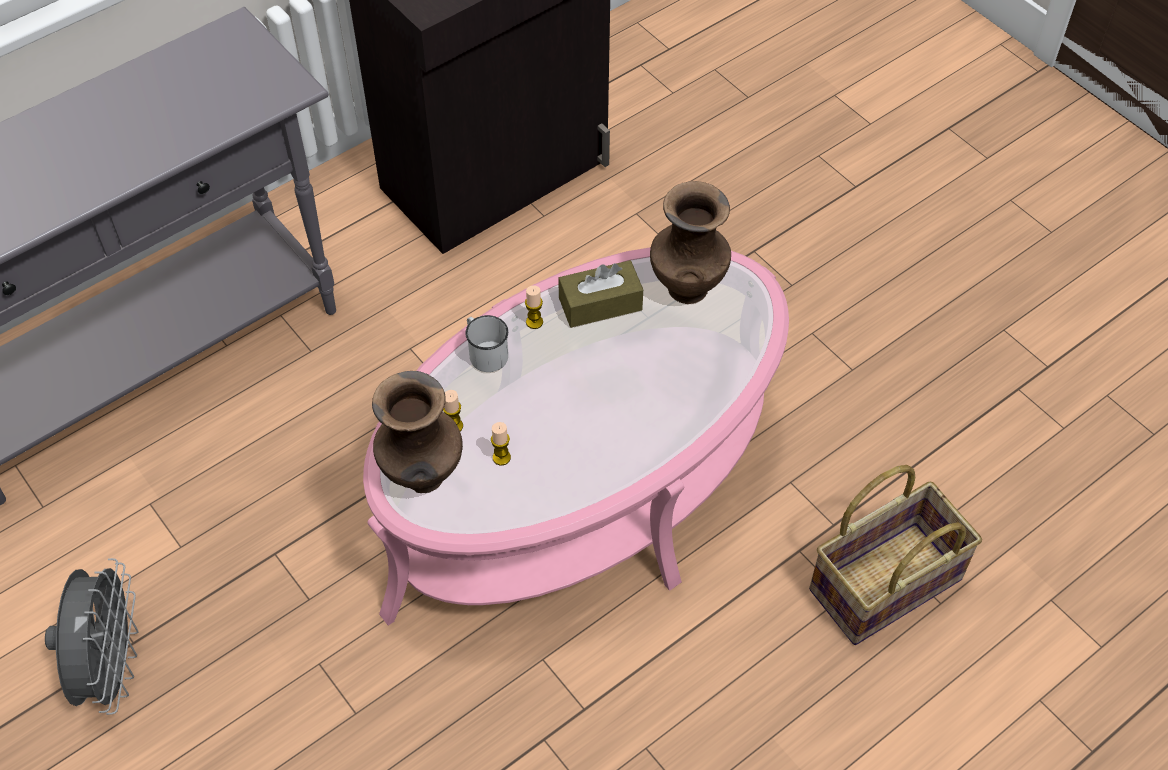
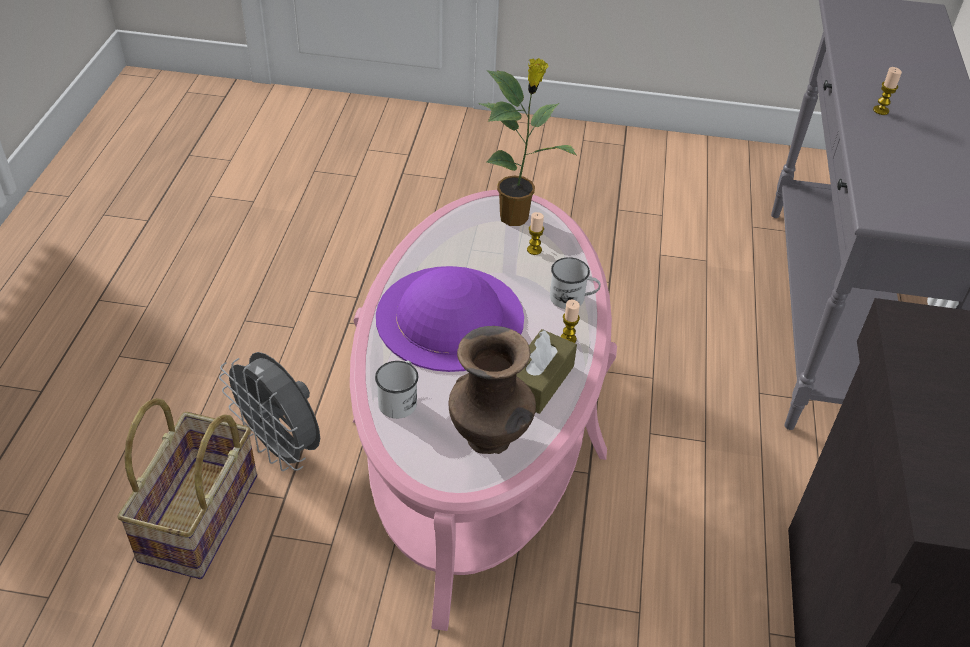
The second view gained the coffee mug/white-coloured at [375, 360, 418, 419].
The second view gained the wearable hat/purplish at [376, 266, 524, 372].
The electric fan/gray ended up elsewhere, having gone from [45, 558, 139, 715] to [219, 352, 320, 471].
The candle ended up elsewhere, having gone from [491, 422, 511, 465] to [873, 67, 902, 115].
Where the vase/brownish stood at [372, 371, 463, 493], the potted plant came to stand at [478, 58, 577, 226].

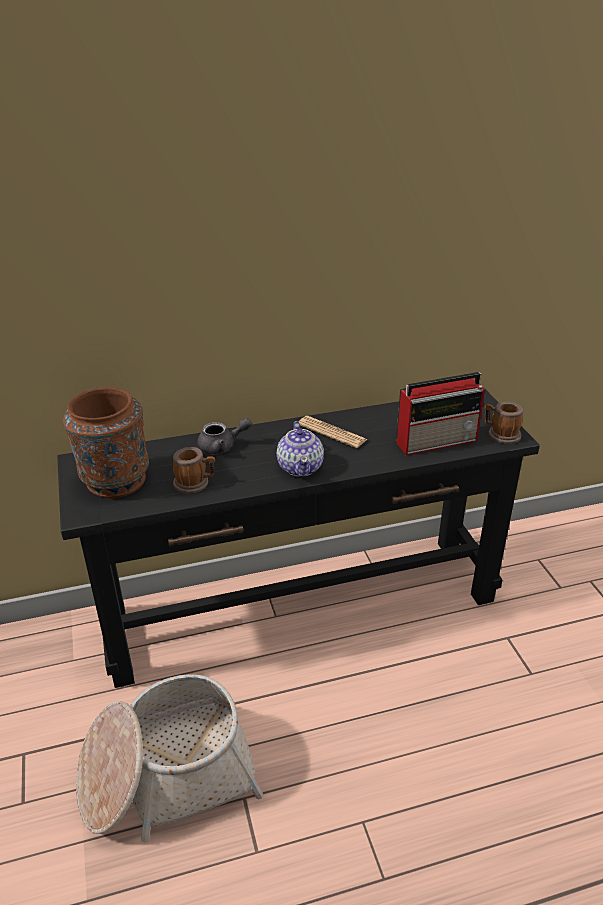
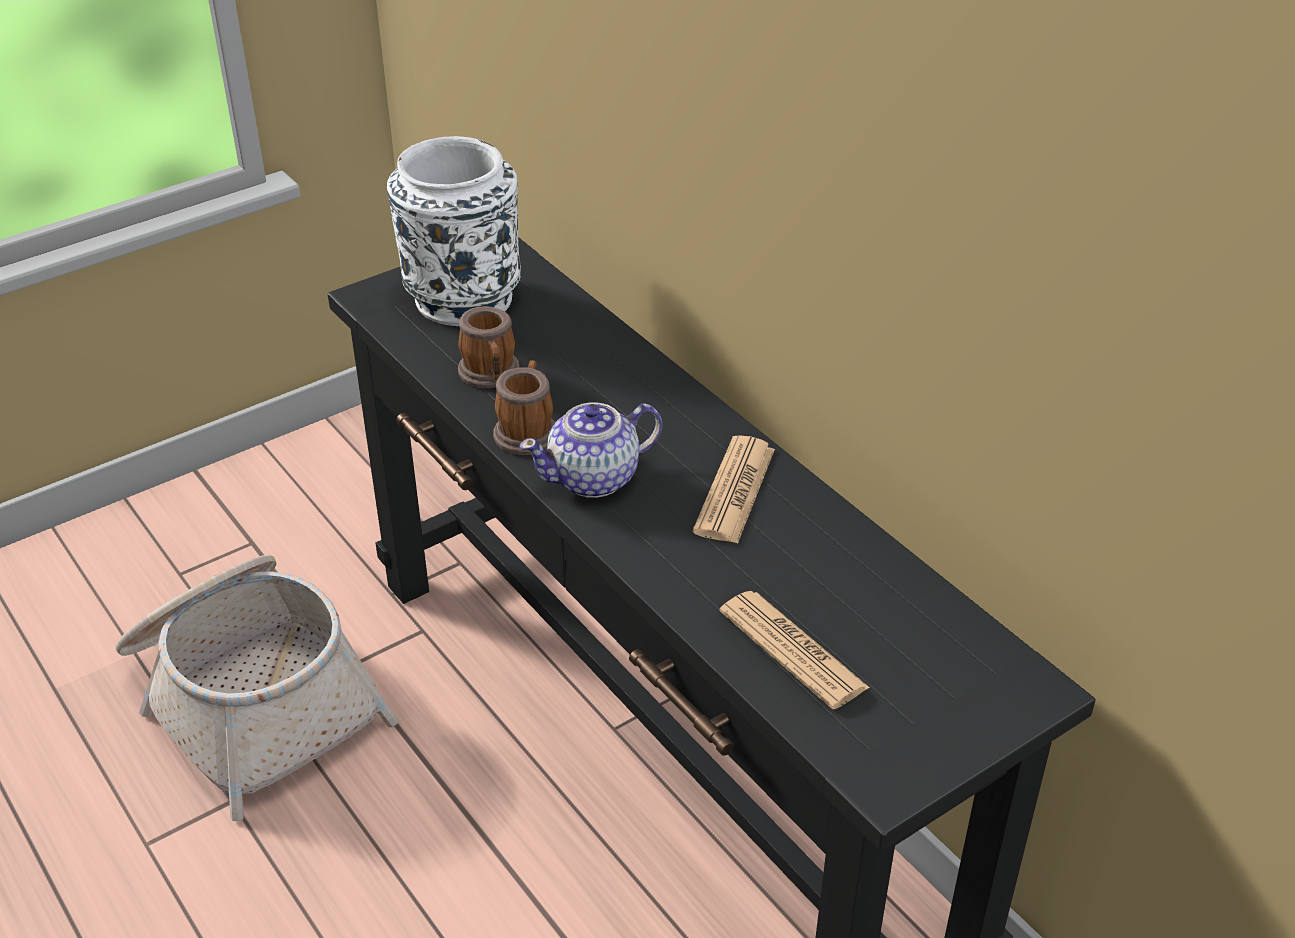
The second view lost the teapot/gray at [197, 418, 252, 454].
The coffee mug ended up elsewhere, having gone from [484, 402, 523, 444] to [493, 361, 555, 455].
Where the radio receiver stood at [396, 372, 485, 456], the daily paper came to stand at [719, 591, 870, 709].
What was the vase/brownish at [63, 387, 149, 498] turned into the vase/white-coloured at [387, 136, 521, 326].

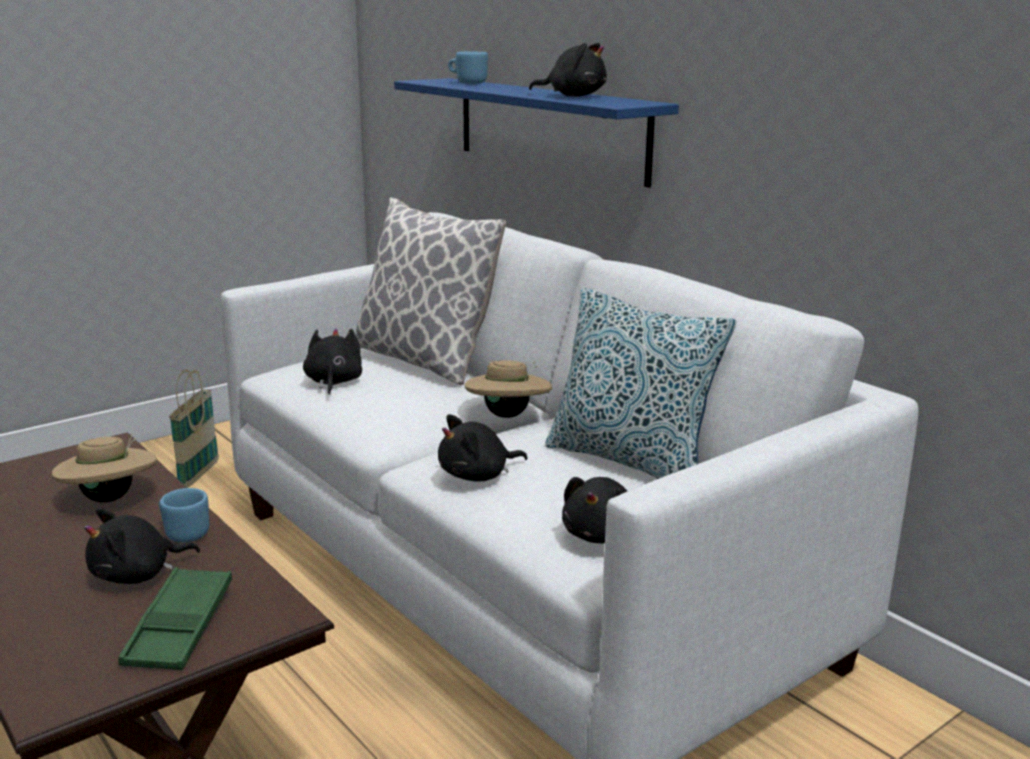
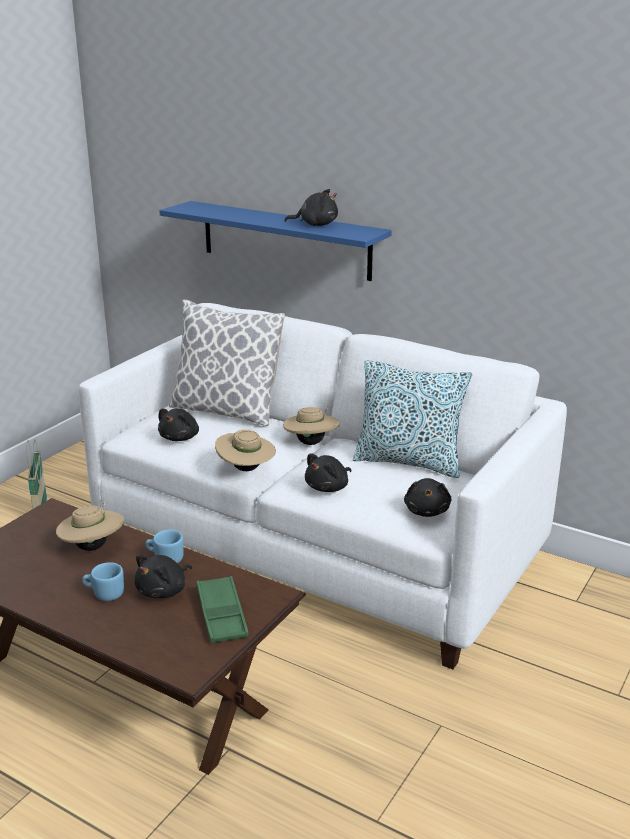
The second view gained the wearable hat/beige-coloured at [215, 430, 276, 471].
The coffee mug/blue-coloured ended up elsewhere, having gone from [448, 52, 488, 84] to [82, 562, 124, 601].
The plush toy/blackish at [303, 328, 362, 395] ended up facing another way, 135 degrees counterclockwise from before.

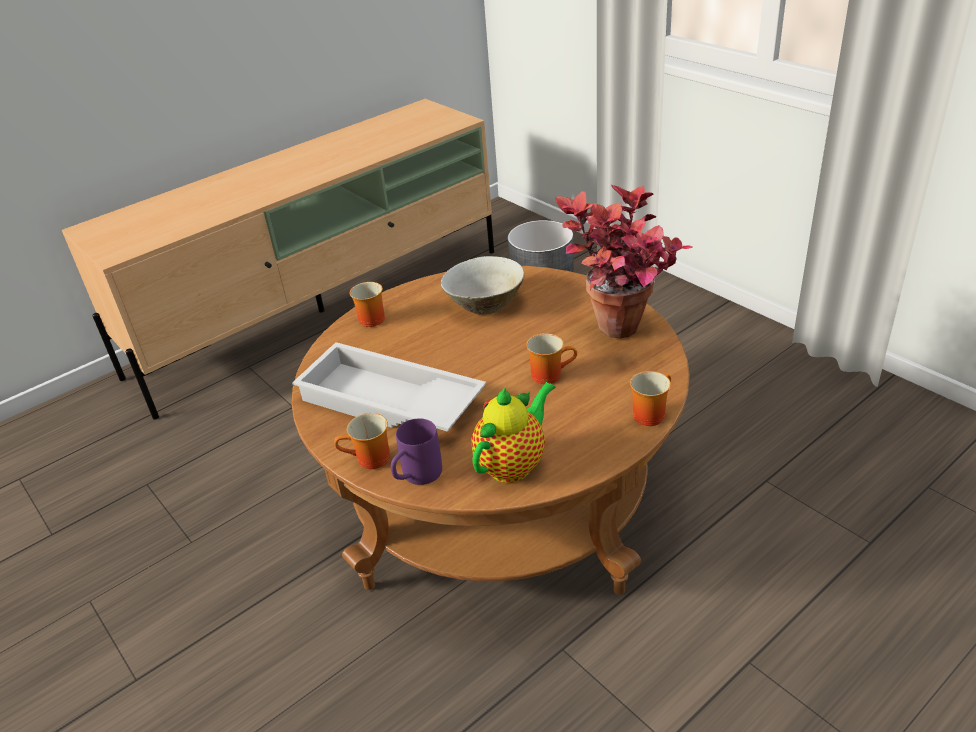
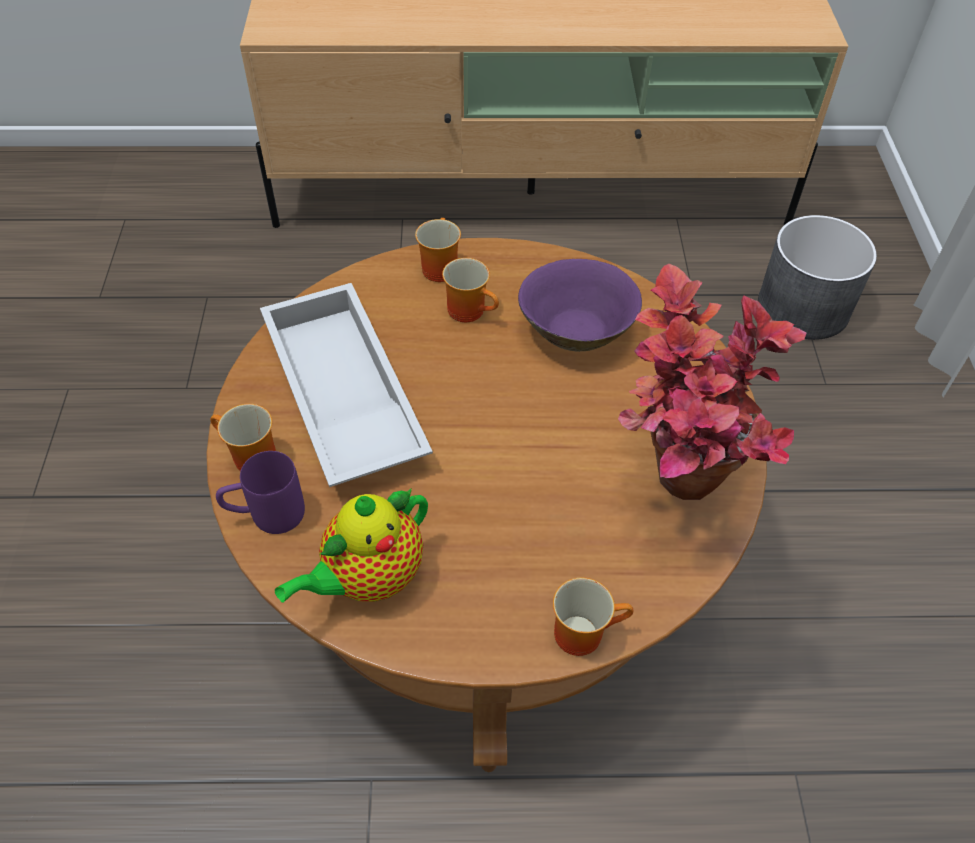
The coffee mug ended up elsewhere, having gone from [526, 333, 577, 384] to [442, 258, 499, 322].
What was the bowl/beige-coloured at [441, 256, 524, 315] turned into the bowl/purplish at [518, 259, 642, 352].
The teapot at [471, 382, 556, 483] ended up facing another way, 150 degrees clockwise from before.

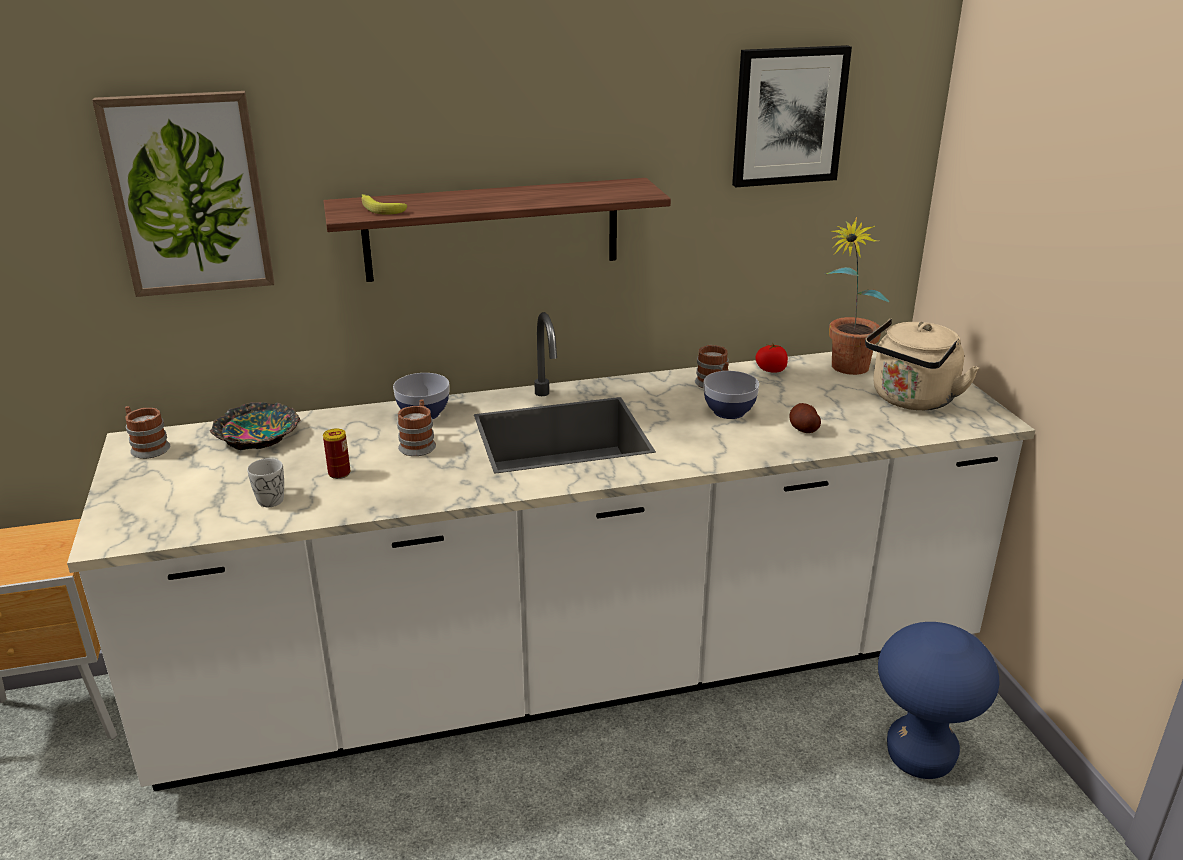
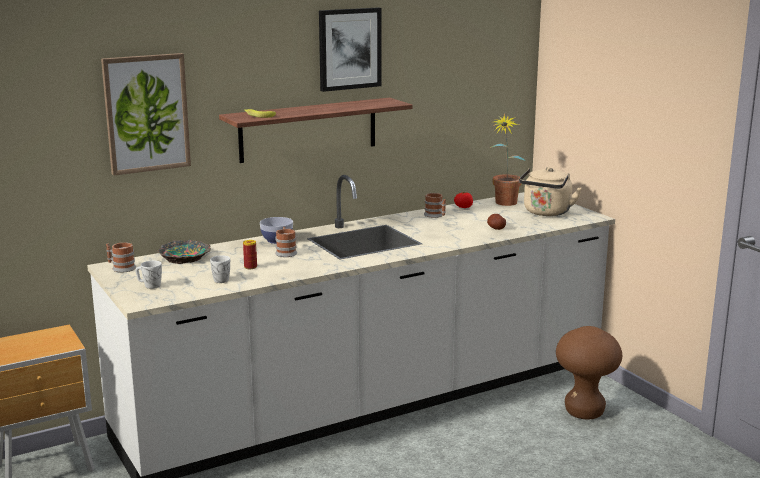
The second view lost the bowl at [703, 371, 759, 419].
The second view gained the coffee mug/white-coloured at [135, 261, 162, 289].
The wall picture ended up elsewhere, having gone from [732, 45, 852, 187] to [319, 7, 382, 92].
What was the stool seat/blue-coloured at [878, 622, 999, 779] turned into the stool seat/brownish at [556, 326, 622, 419].

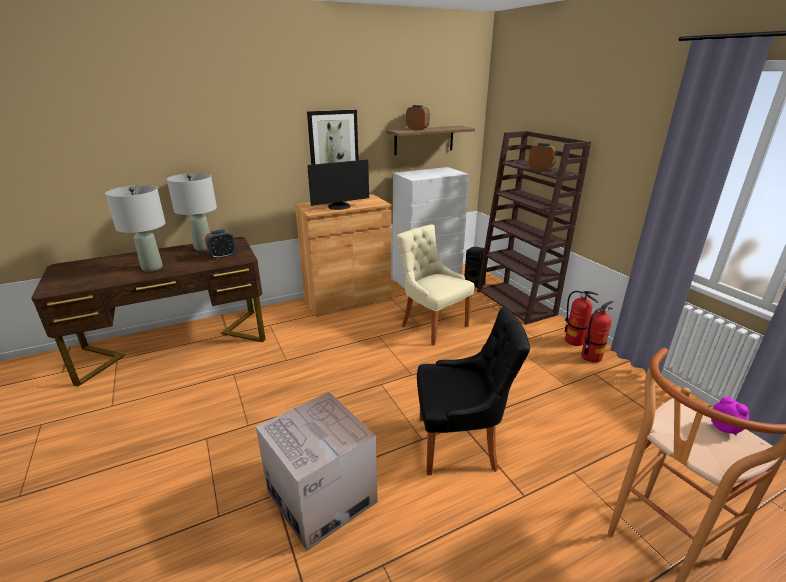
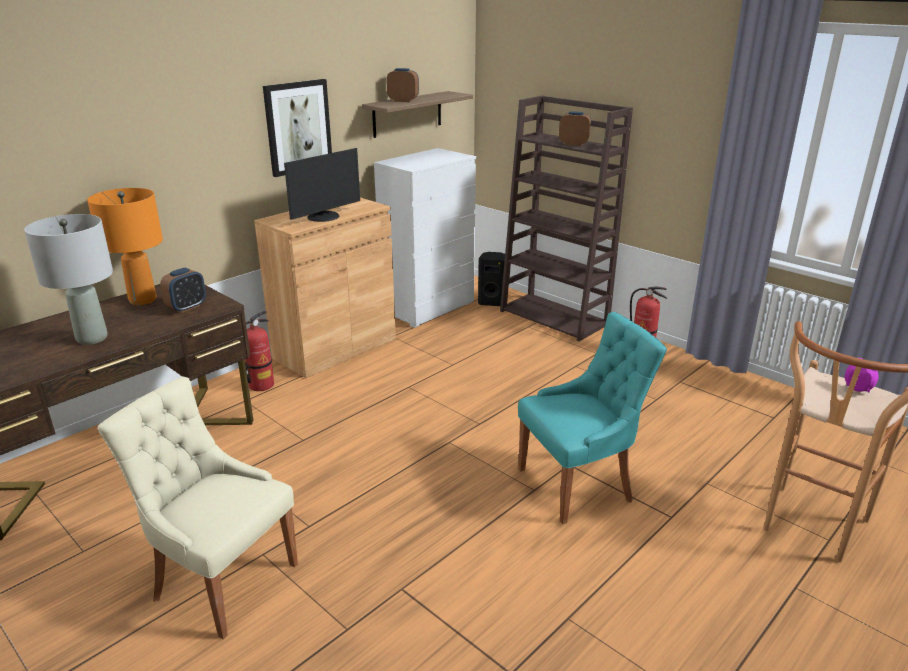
The second view lost the carton at [256, 392, 378, 551].
The chair/beige-coloured ended up elsewhere, having gone from [397, 224, 475, 346] to [97, 377, 298, 639].
The fire extinguisher ended up elsewhere, having gone from [581, 301, 614, 363] to [245, 311, 274, 391].
What was the table lamp/gray at [167, 173, 217, 251] turned into the table lamp/orange-coloured at [87, 188, 163, 305].
What was the chair/blackish at [417, 307, 530, 475] turned into the chair/turquoise-coloured at [518, 312, 667, 524].

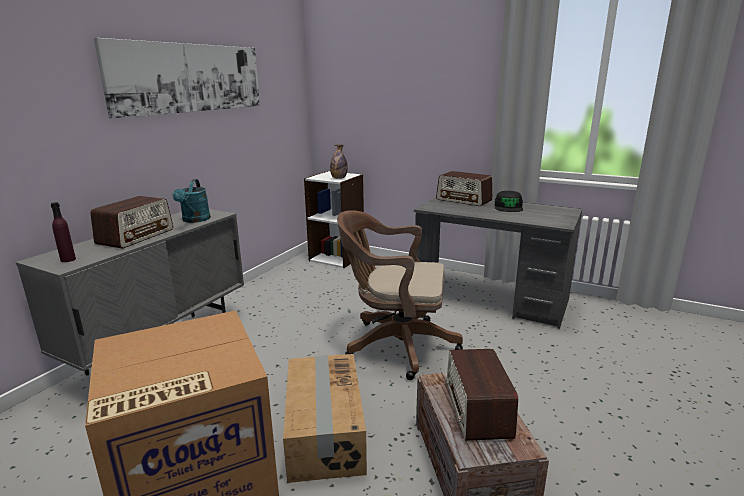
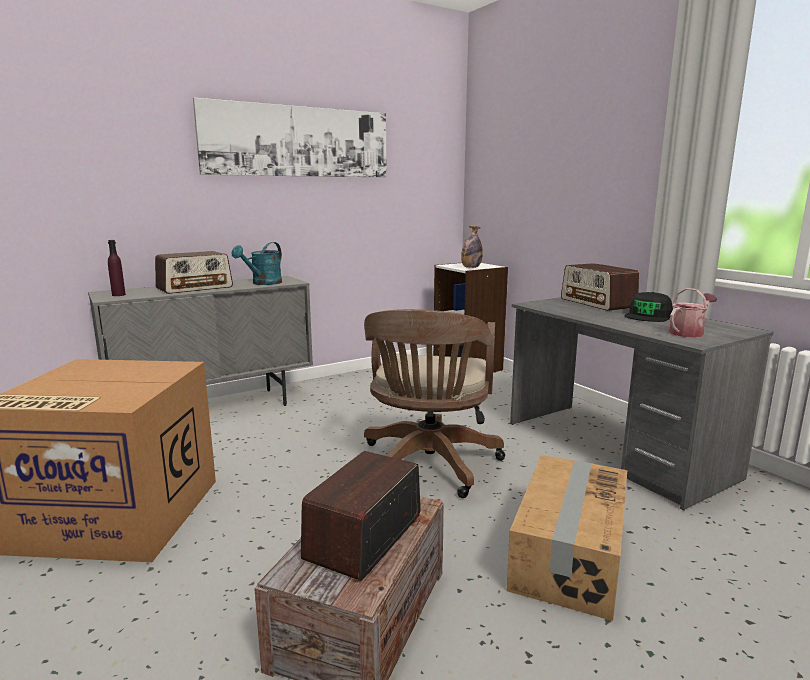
The second view gained the watering pot at [669, 288, 717, 338].
The carton ended up elsewhere, having gone from [283, 354, 367, 483] to [507, 455, 627, 621].
The office chair/brownish at [337, 210, 463, 380] ended up facing another way, 120 degrees counterclockwise from before.

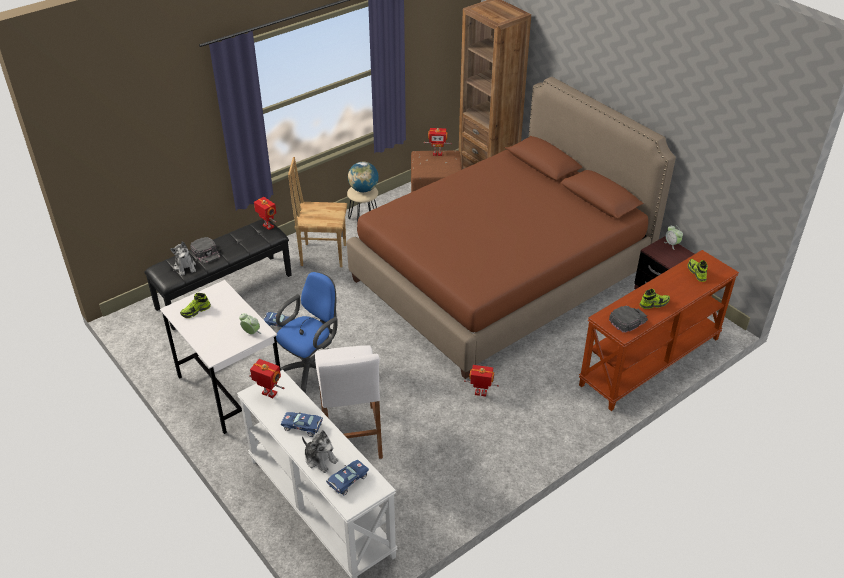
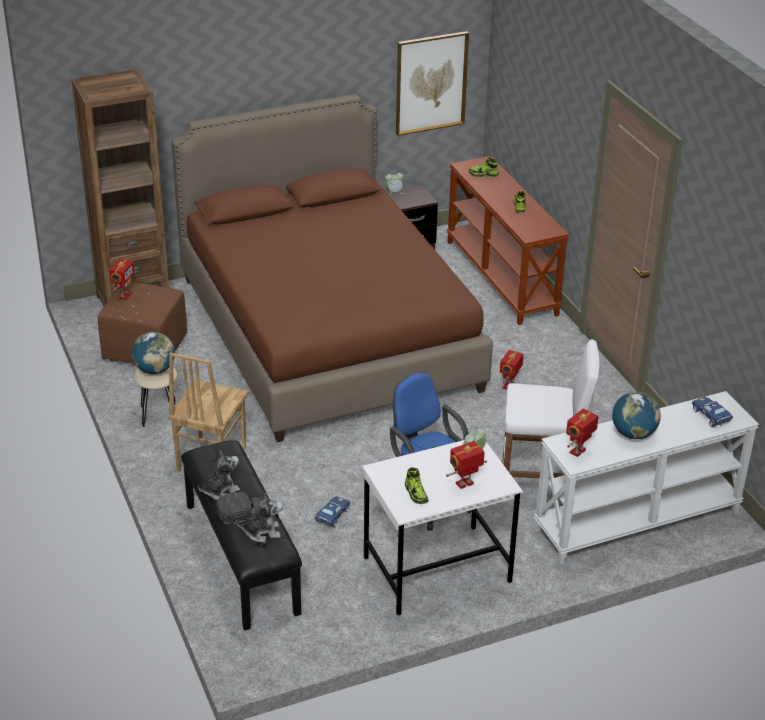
The second view lost the cap/blackish at [609, 306, 648, 333].
The second view gained the wall picture at [396, 31, 469, 136].
The robot figure ended up elsewhere, having gone from [254, 197, 276, 230] to [446, 441, 487, 489].
The plush toy ended up elsewhere, having gone from [302, 430, 339, 473] to [198, 451, 240, 500].
Where the model car/blue-coloured stood at [281, 412, 323, 437], the globe came to stand at [612, 392, 661, 439].

